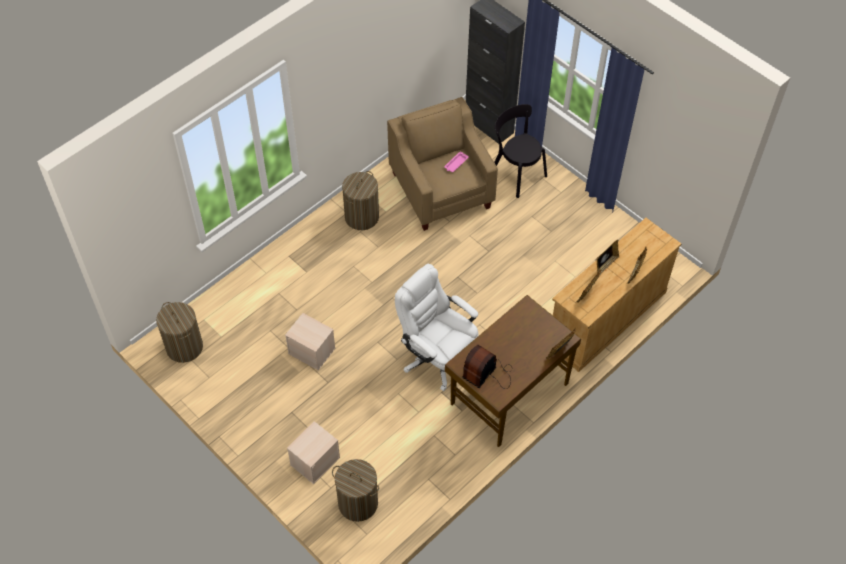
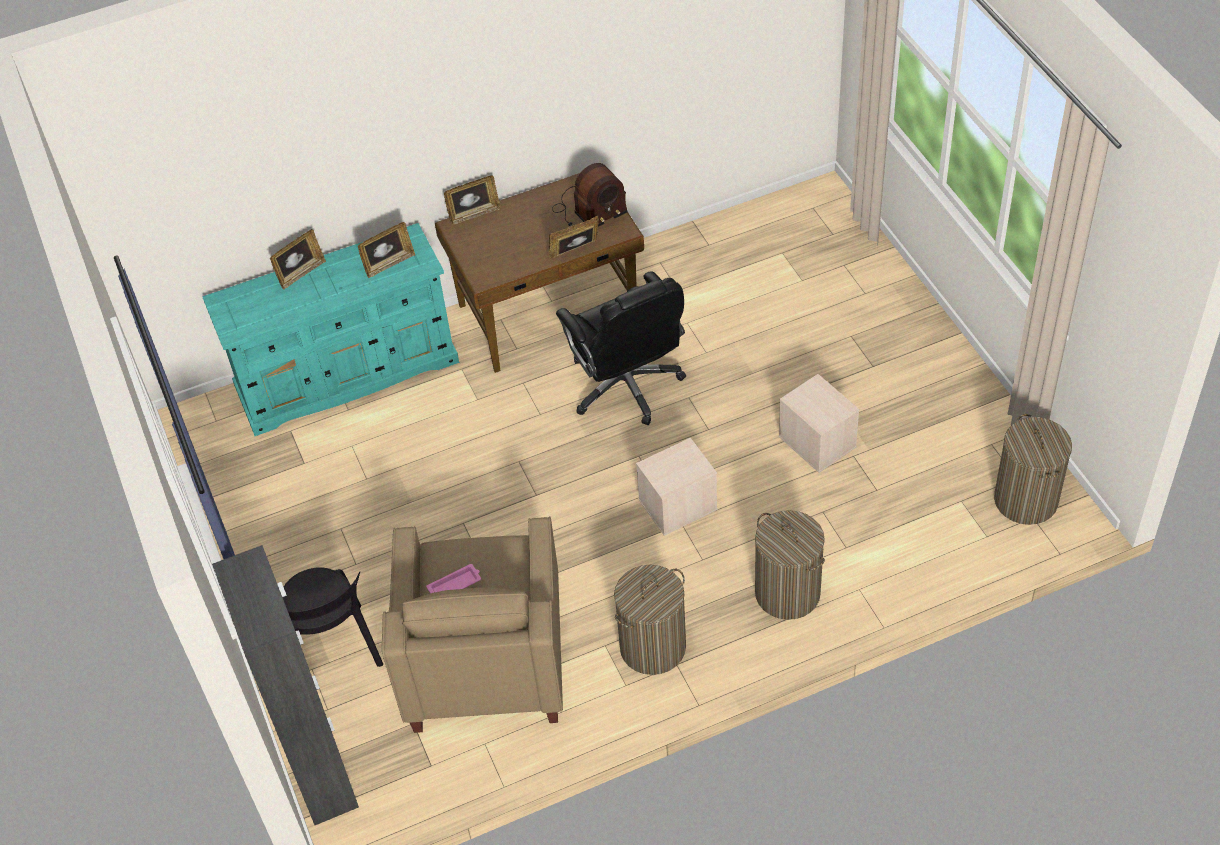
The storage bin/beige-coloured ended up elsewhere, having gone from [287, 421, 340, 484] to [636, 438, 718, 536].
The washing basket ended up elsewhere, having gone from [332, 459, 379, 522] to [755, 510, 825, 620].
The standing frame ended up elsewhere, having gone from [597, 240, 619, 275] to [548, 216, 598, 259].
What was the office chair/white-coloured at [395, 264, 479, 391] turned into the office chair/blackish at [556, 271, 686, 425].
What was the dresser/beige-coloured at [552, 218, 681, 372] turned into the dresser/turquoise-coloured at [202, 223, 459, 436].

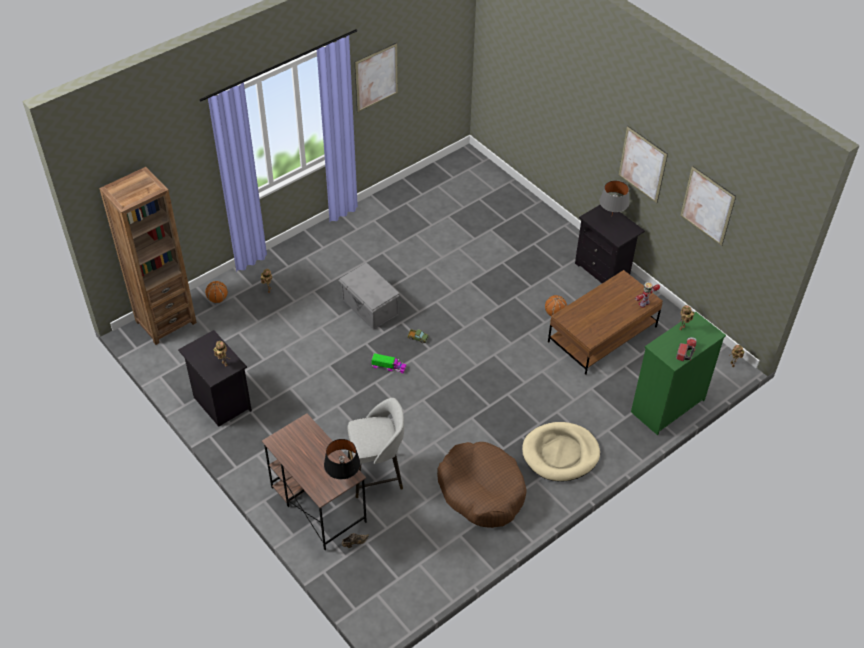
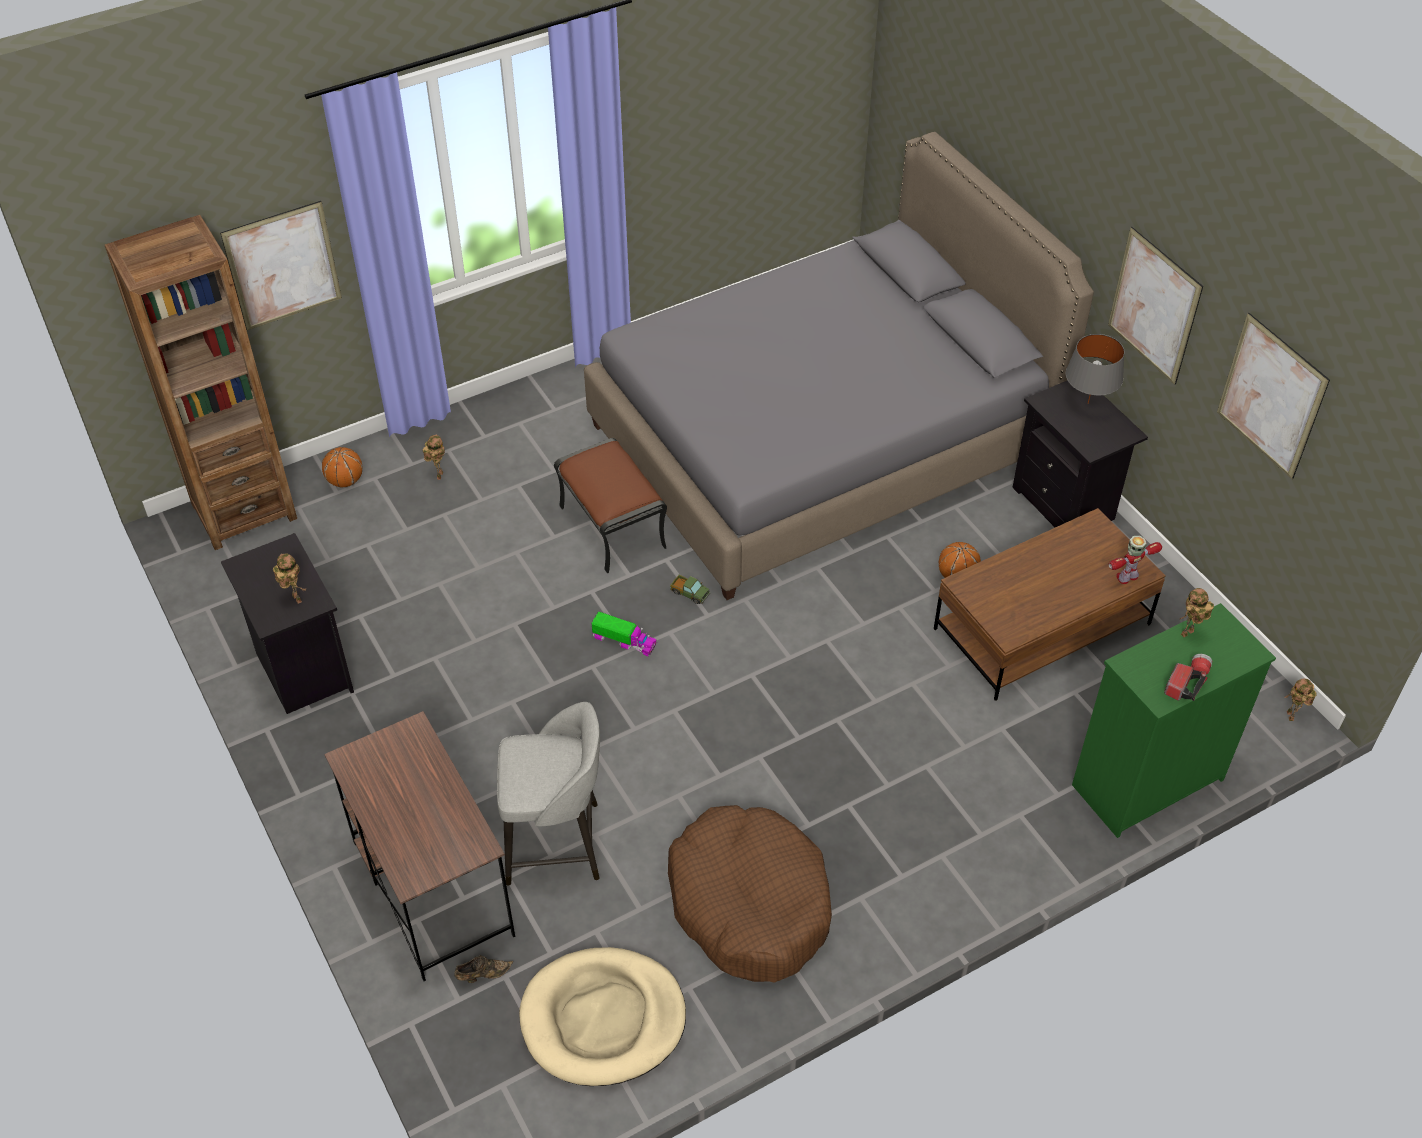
The second view lost the table lamp/blackish at [324, 439, 360, 479].
The second view gained the sleeping bed/gray at [584, 132, 1094, 600].
The wall picture ended up elsewhere, having gone from [355, 43, 398, 112] to [220, 201, 342, 330].
The dog cushion/beige-coloured ended up elsewhere, having gone from [522, 422, 600, 482] to [519, 947, 686, 1086].
Where the storage bin/gray stood at [338, 262, 400, 330], the pouffe/brownish came to stand at [554, 438, 667, 573].

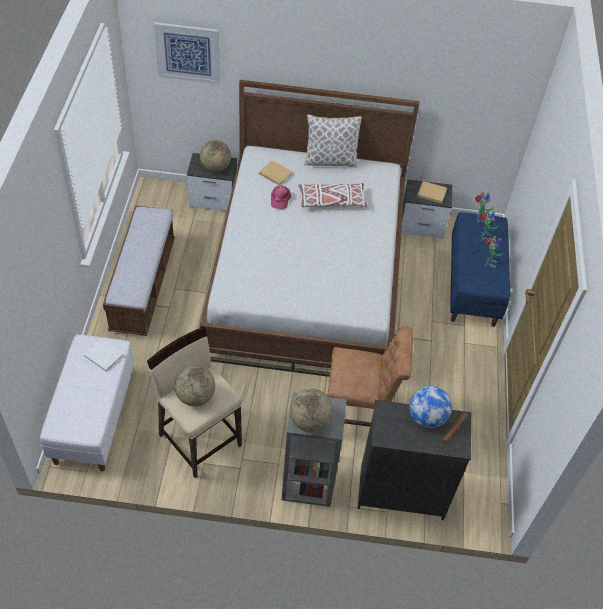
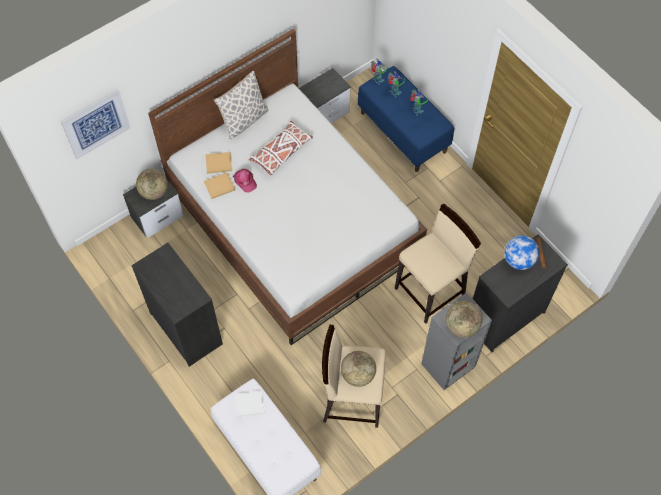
The volume/beige-coloured ended up elsewhere, having gone from [417, 181, 447, 204] to [204, 172, 235, 199].
Where the bench stood at [103, 205, 175, 336], the dresser/blackish came to stand at [131, 243, 223, 367].
Where the chair/brownish stood at [327, 326, 413, 427], the stool seat/beige-coloured came to stand at [395, 204, 481, 324].

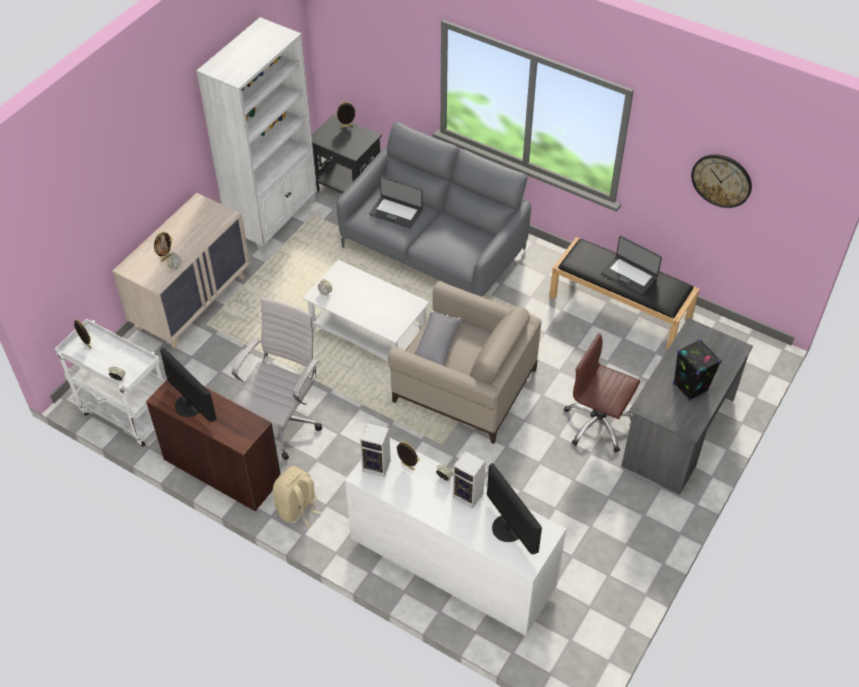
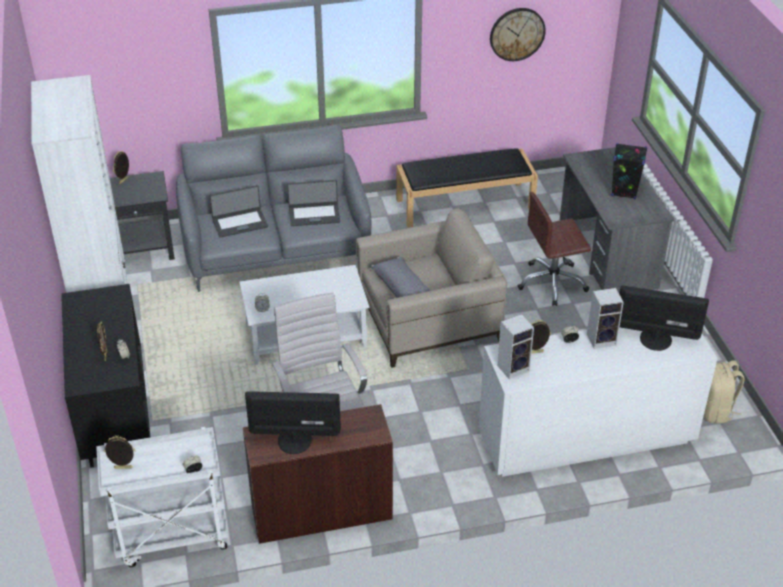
The rucksack/beige-coloured ended up elsewhere, having gone from [273, 466, 322, 527] to [704, 360, 745, 424].
The laptop ended up elsewhere, having gone from [601, 235, 662, 295] to [287, 180, 340, 226].
What was the dresser/beige-coloured at [112, 193, 250, 349] turned into the dresser/blackish at [61, 284, 151, 468].

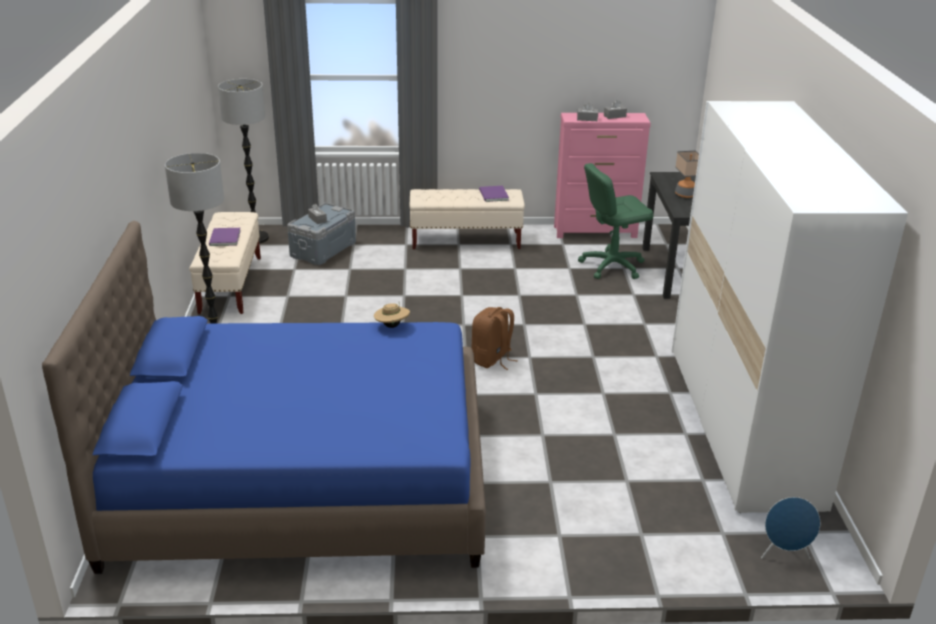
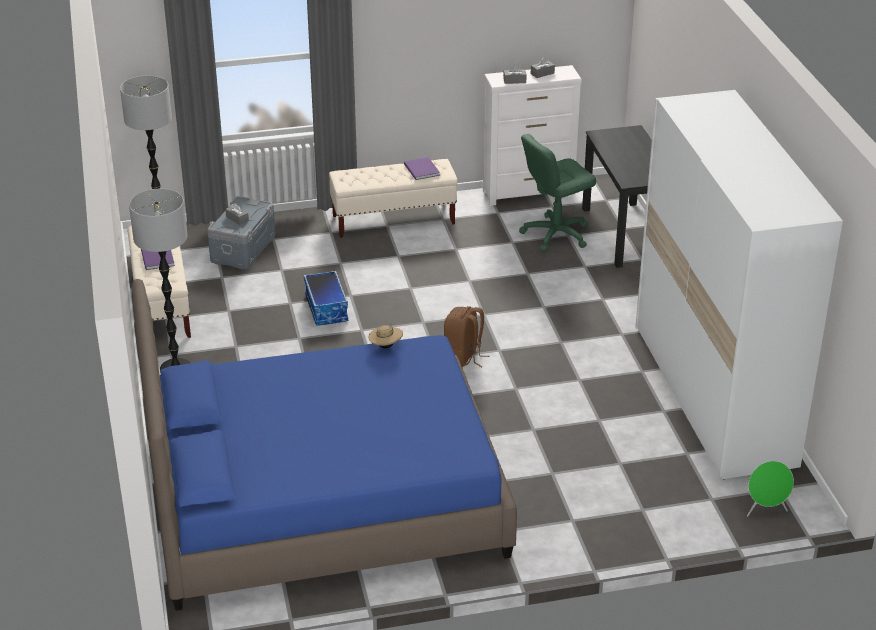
The second view lost the table lamp at [675, 150, 699, 198].
The second view gained the storage bin at [304, 271, 348, 326].
What was the dresser/pink-coloured at [554, 113, 651, 238] turned into the dresser/white-coloured at [483, 65, 582, 206].
What was the speaker/blue-coloured at [761, 497, 820, 559] turned into the speaker/greenish at [747, 461, 794, 517].

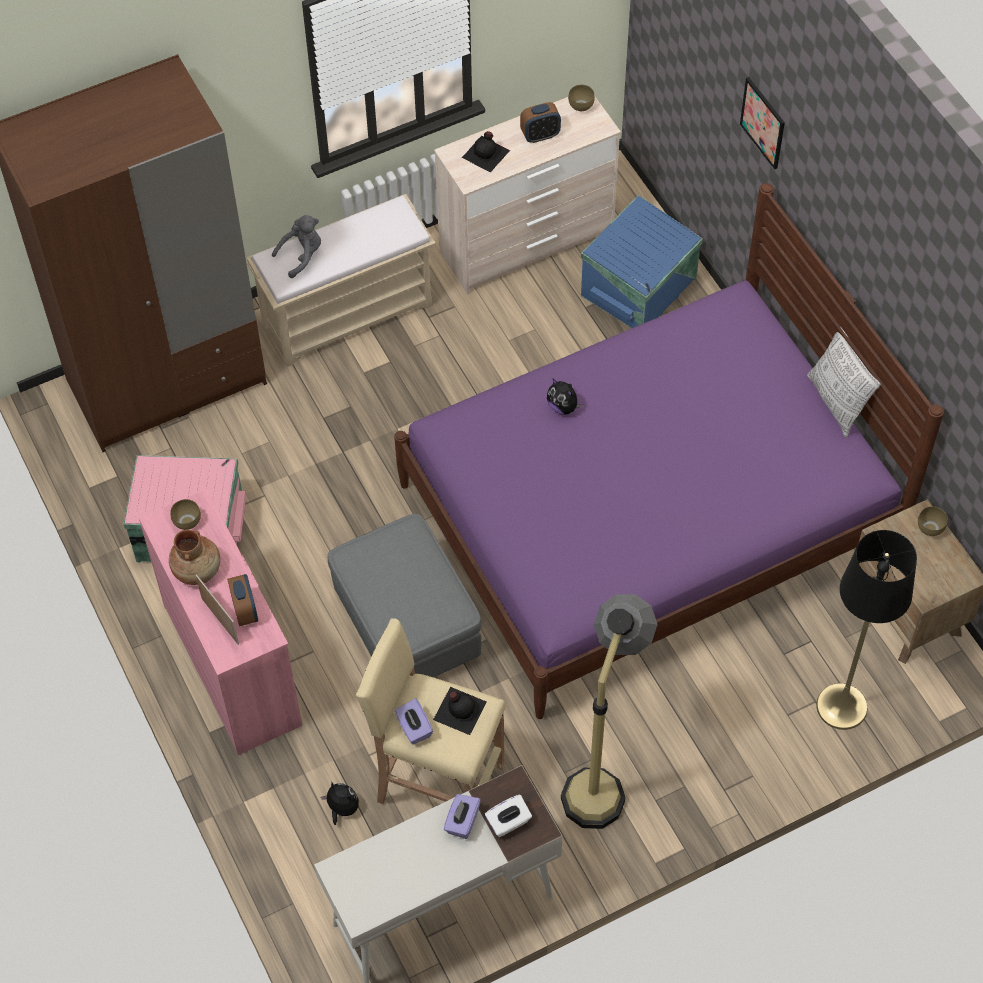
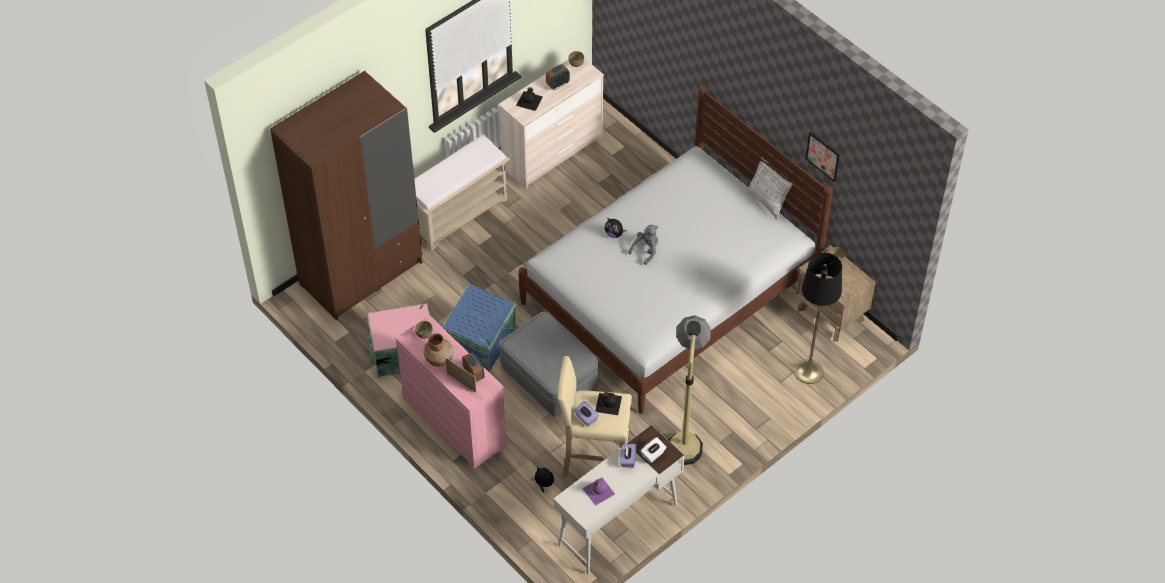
The second view gained the bottle/purplish at [582, 477, 615, 506].
The plush toy/gray ended up elsewhere, having gone from [272, 215, 321, 278] to [629, 225, 658, 265].
The storage bin/blue-coloured ended up elsewhere, having gone from [581, 195, 703, 328] to [442, 284, 516, 372].
The wall picture ended up elsewhere, having gone from [740, 77, 785, 169] to [806, 132, 840, 182].
What was the sleeping bed/purplish at [394, 183, 944, 719] turned into the sleeping bed/white-coloured at [518, 86, 833, 414].

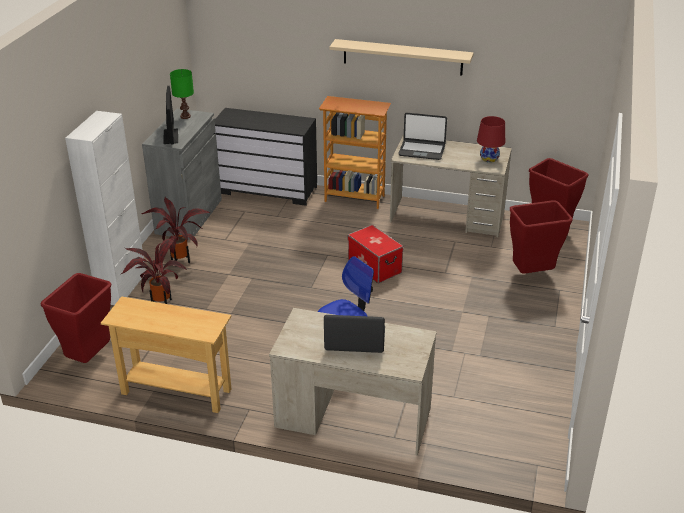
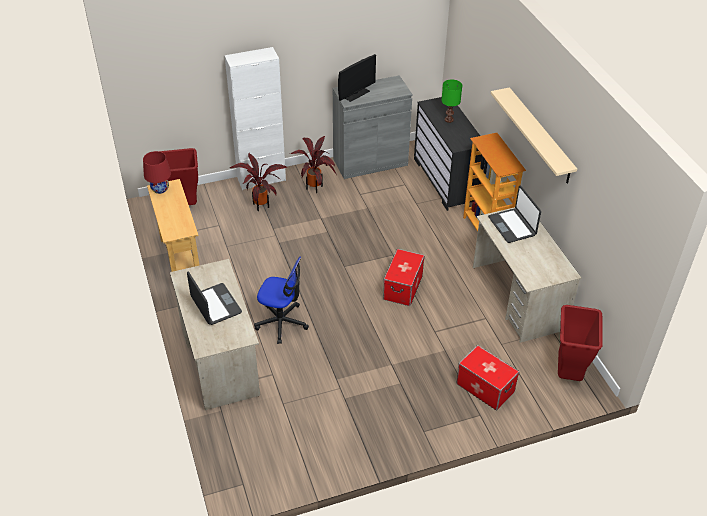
The table lamp/greenish ended up elsewhere, having gone from [170, 69, 194, 119] to [441, 79, 462, 123].
The table lamp/reddish ended up elsewhere, having gone from [477, 116, 505, 163] to [143, 151, 171, 194].
Where the trash can/reddish stood at [510, 200, 572, 274], the storage bin came to stand at [456, 345, 519, 410].

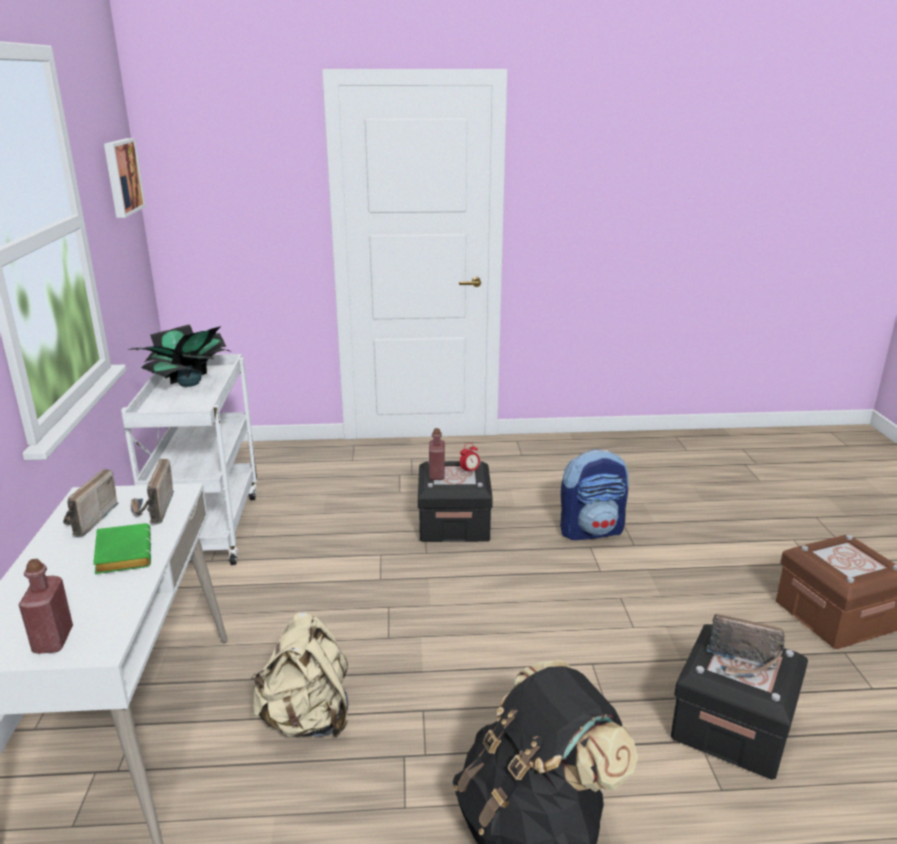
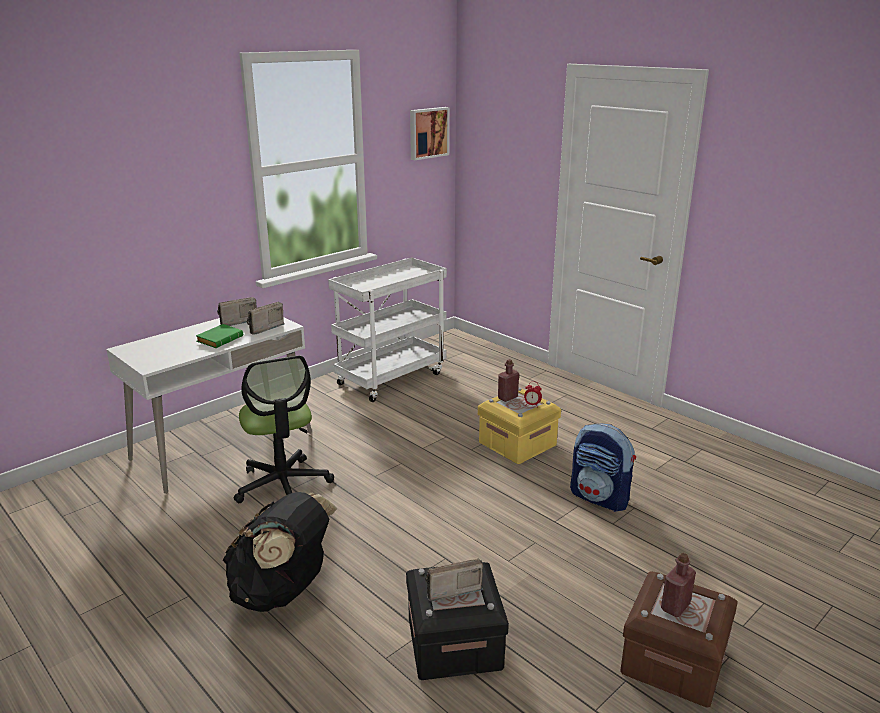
The second view lost the potted plant at [128, 324, 229, 387].
The bottle/reddish ended up elsewhere, having gone from [19, 559, 73, 654] to [661, 553, 696, 617].
Where the rucksack/beige-coloured stood at [251, 612, 349, 737], the office chair came to stand at [233, 356, 334, 503].
What was the storage bin/blackish at [418, 461, 493, 542] turned into the storage bin/yellow at [478, 388, 561, 464].
The radio receiver at [707, 614, 785, 677] ended up facing another way, 90 degrees clockwise from before.

